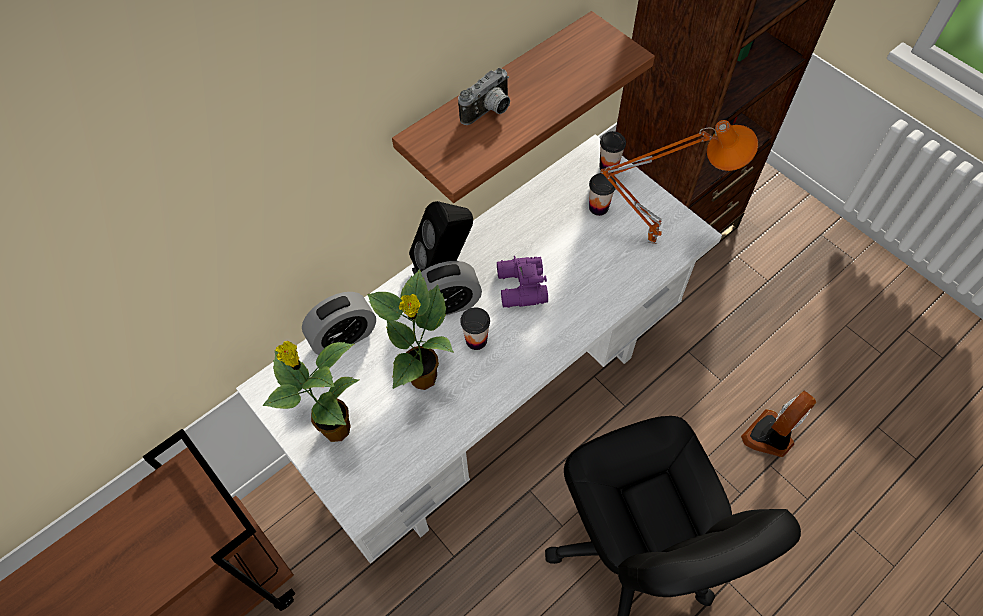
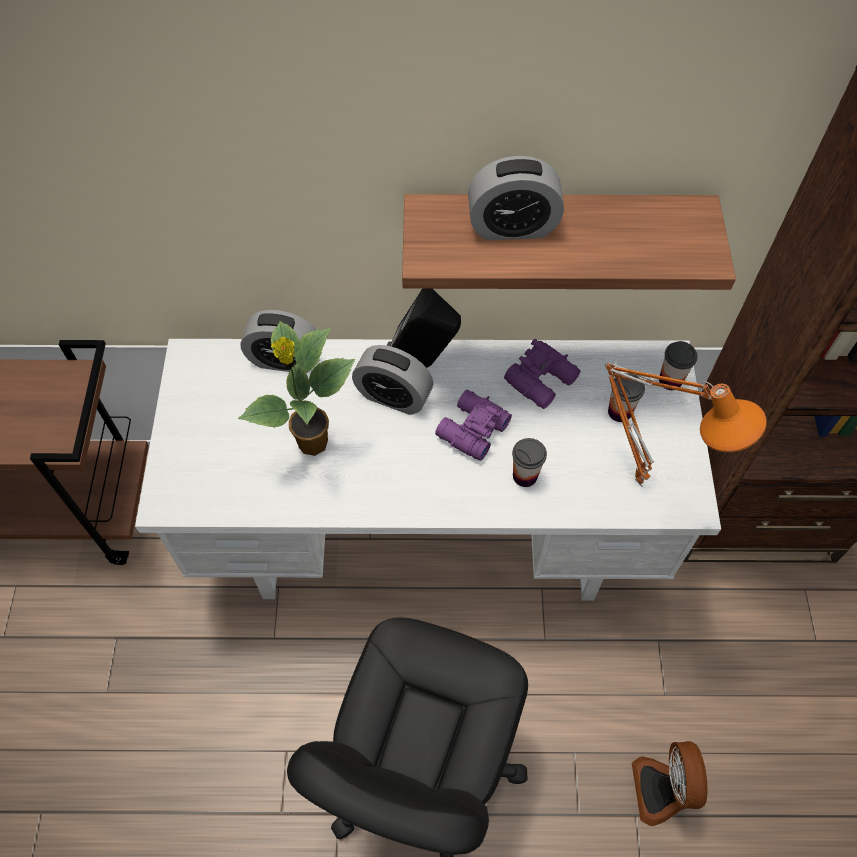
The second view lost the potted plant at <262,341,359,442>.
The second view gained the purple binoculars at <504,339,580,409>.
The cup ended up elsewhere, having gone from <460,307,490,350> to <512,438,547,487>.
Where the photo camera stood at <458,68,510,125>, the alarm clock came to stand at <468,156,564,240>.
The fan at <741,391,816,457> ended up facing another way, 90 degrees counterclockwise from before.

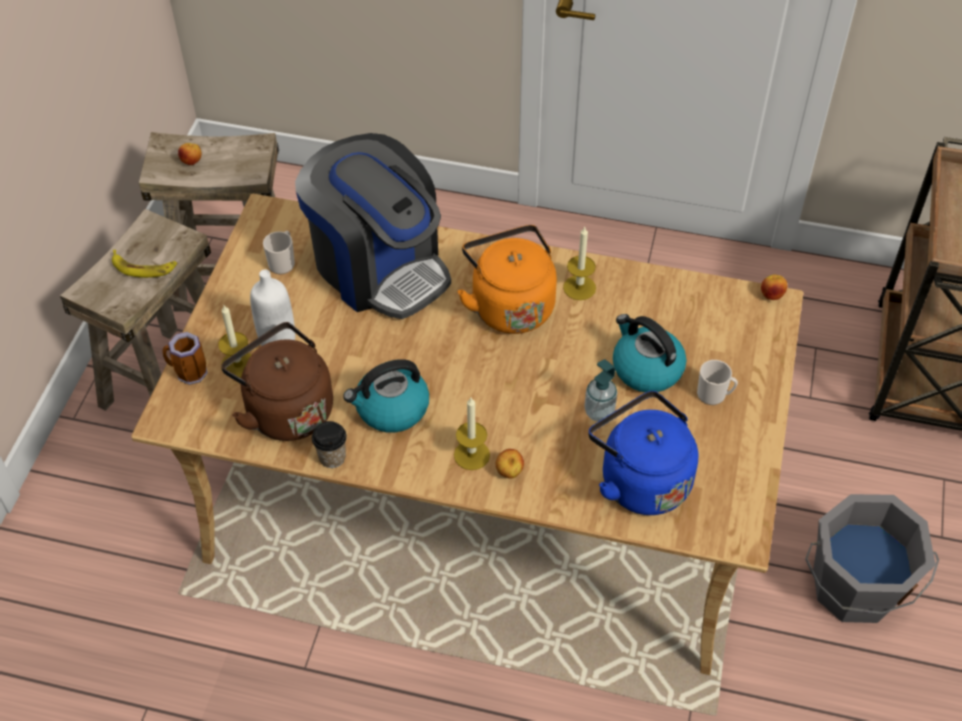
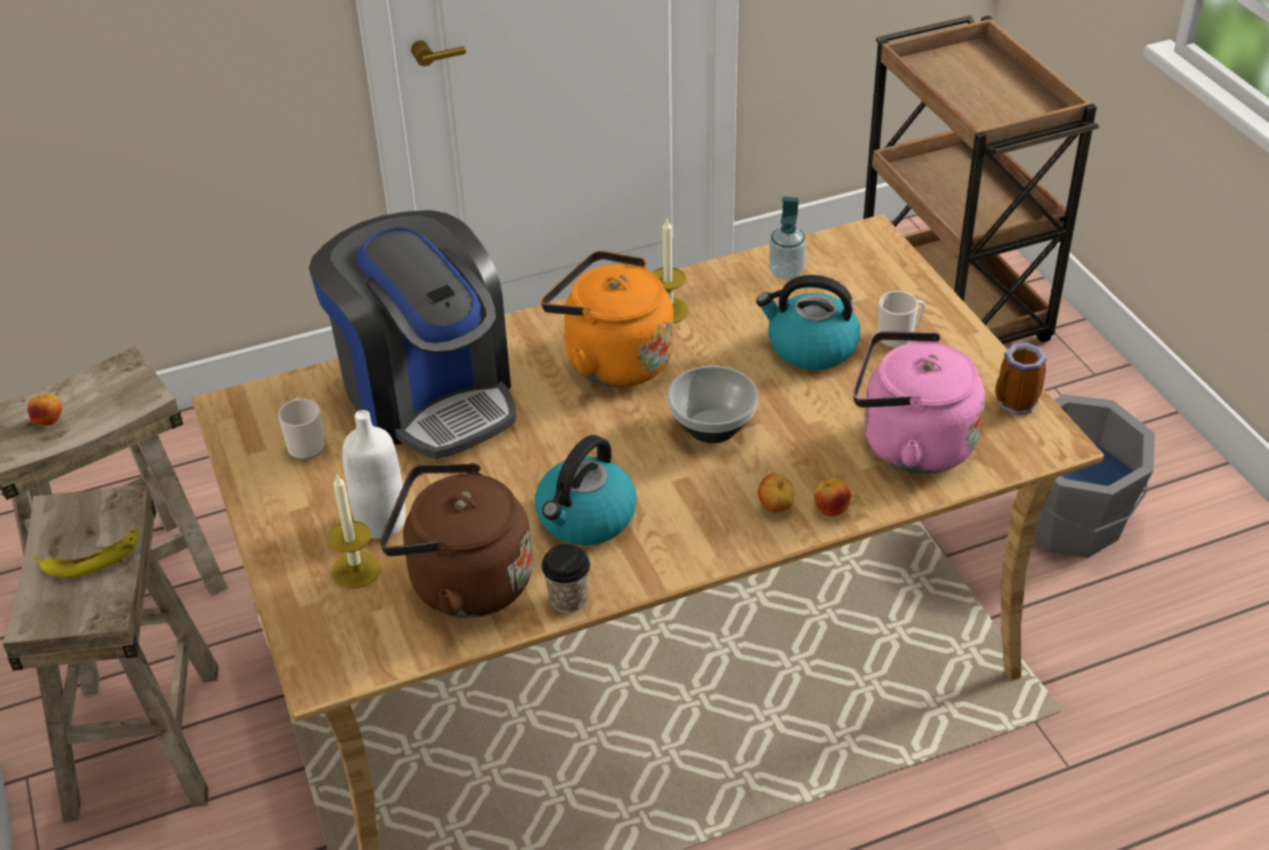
The second view lost the candle at <454,398,490,470>.
The second view gained the bowl at <668,366,758,443>.
The mug ended up elsewhere, having gone from <162,332,208,385> to <995,343,1047,415>.
The soap dispenser ended up elsewhere, having gone from <584,359,617,422> to <769,196,806,280>.
The apple ended up elsewhere, having gone from <761,275,787,300> to <814,478,851,516>.
What was the blue kettle at <588,391,698,515> turned into the pink kettle at <853,331,985,474>.
The coffee machine at <295,133,451,319> ended up facing another way, 45 degrees clockwise from before.

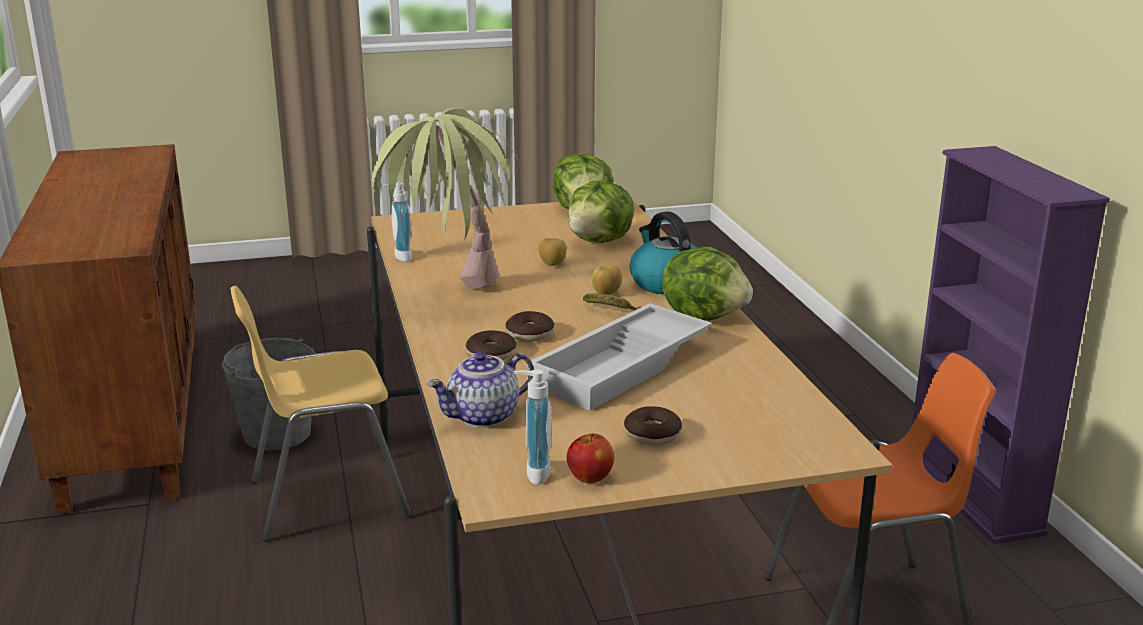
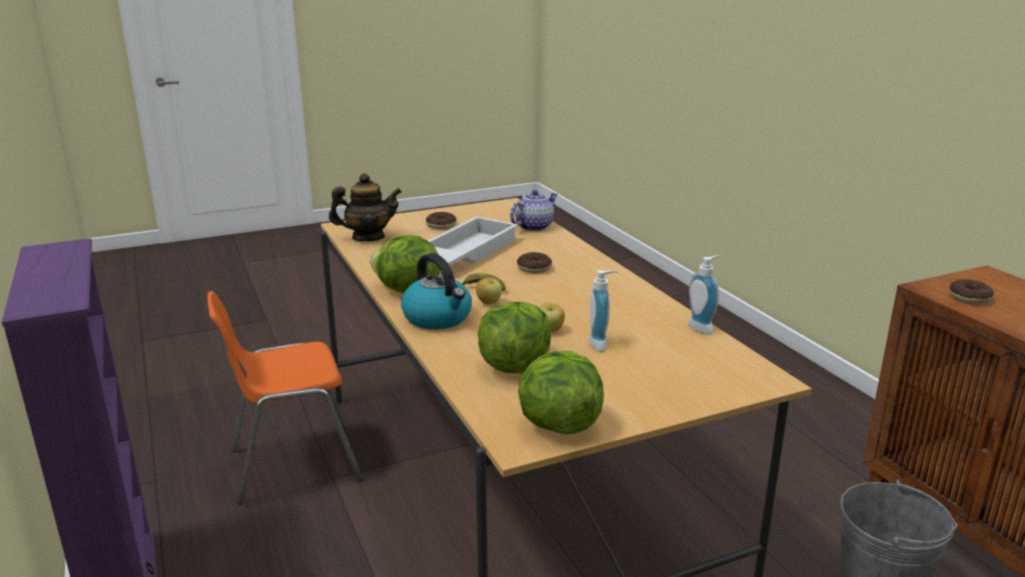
The second view lost the yellow chair at <230,286,412,542>.
The second view lost the potted plant at <372,108,520,288>.
The second view lost the apple at <567,433,614,483>.
The second view gained the teapot at <329,173,402,242>.
The donut ended up elsewhere, having gone from <466,330,516,360> to <949,279,994,304>.
The soap dispenser ended up elsewhere, having gone from <513,369,551,485> to <589,270,618,352>.

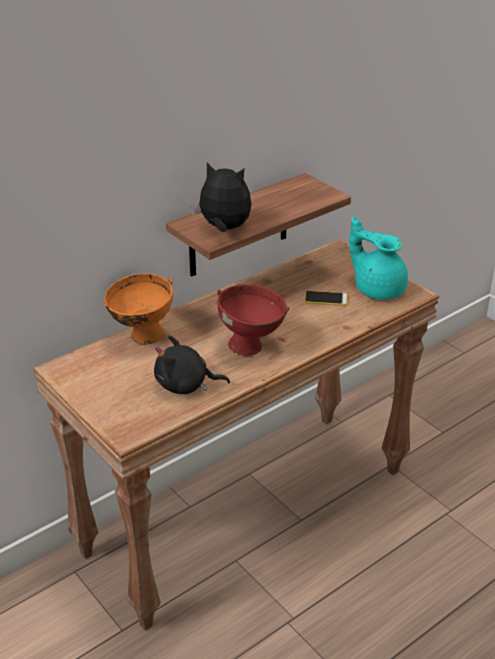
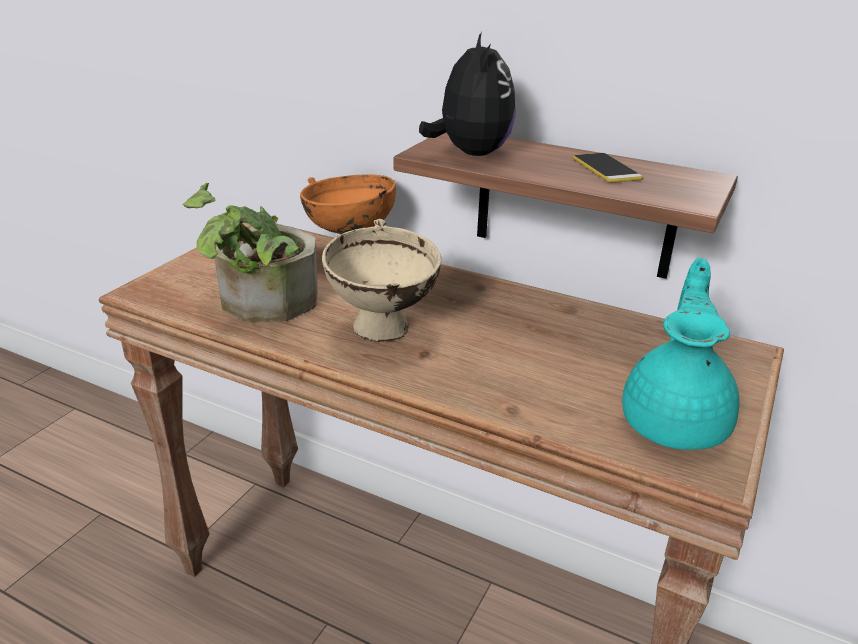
The phone ended up elsewhere, having gone from <304,291,348,306> to <573,153,643,183>.
Where the black plush toy stood at <154,335,230,394>, the potted plant came to stand at <183,183,317,323>.
What was the red bowl at <217,284,290,356> turned into the beige bowl at <322,219,441,342>.

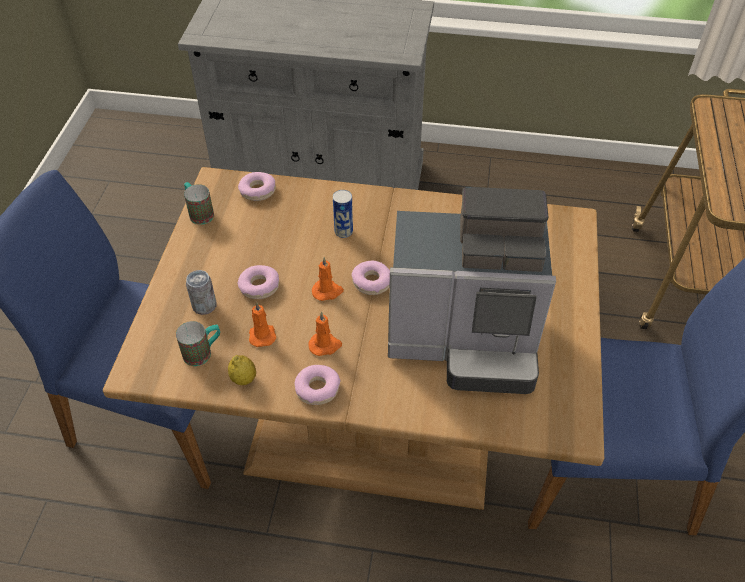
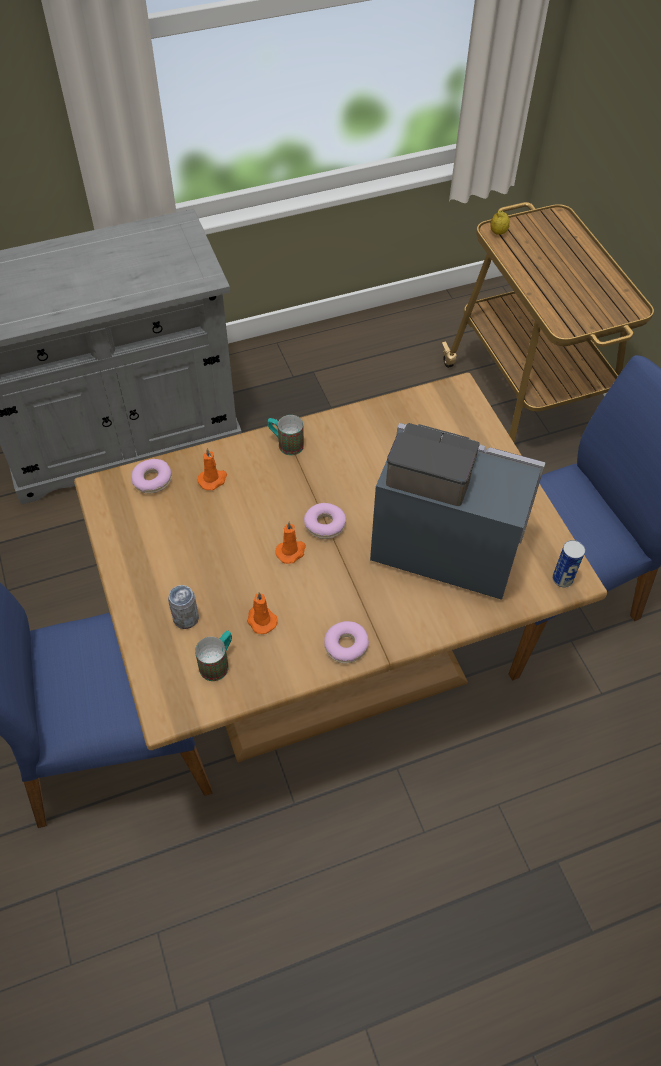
The second view lost the donut at <237,265,279,299>.
The mug ended up elsewhere, having gone from <184,182,214,225> to <268,415,304,455>.
The lemon ended up elsewhere, having gone from <228,355,256,385> to <490,210,510,235>.
The orange candle ended up elsewhere, having gone from <308,311,342,356> to <198,448,227,490>.
The can ended up elsewhere, having gone from <333,190,353,238> to <552,540,585,587>.
The coffee machine at <388,187,556,394> ended up facing another way, 135 degrees counterclockwise from before.

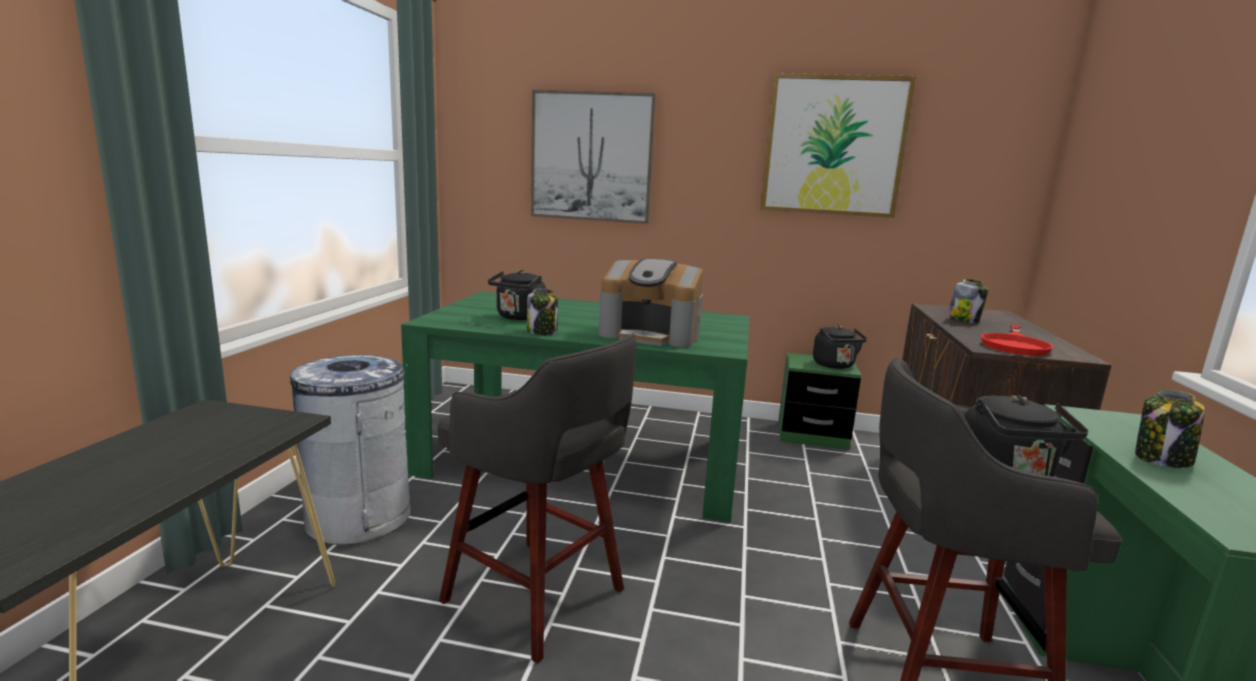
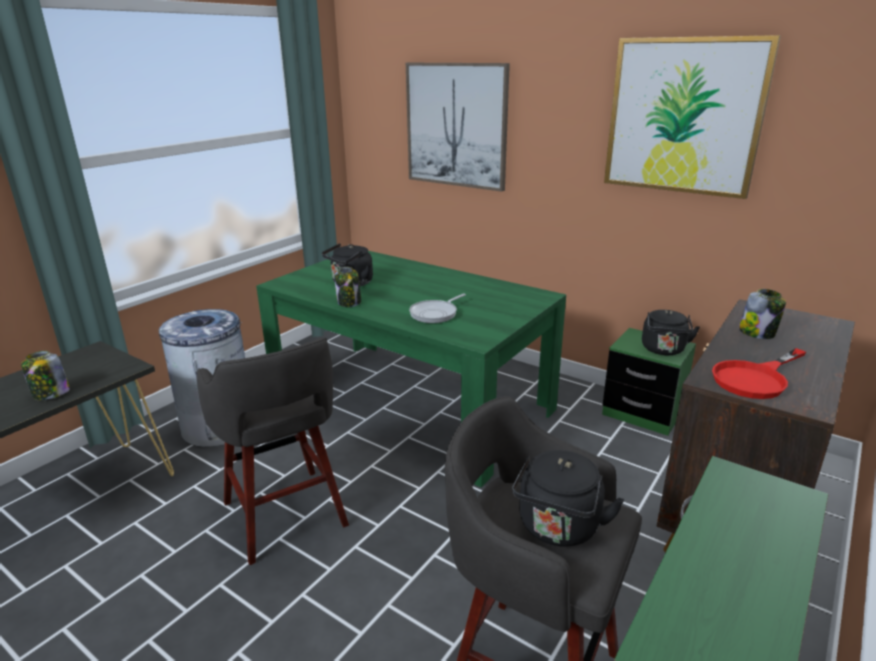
The jar ended up elsewhere, having gone from <1135,390,1205,468> to <21,351,70,400>.
Where the coffee machine stood at <598,259,703,347>, the frying pan came to stand at <409,294,466,323>.

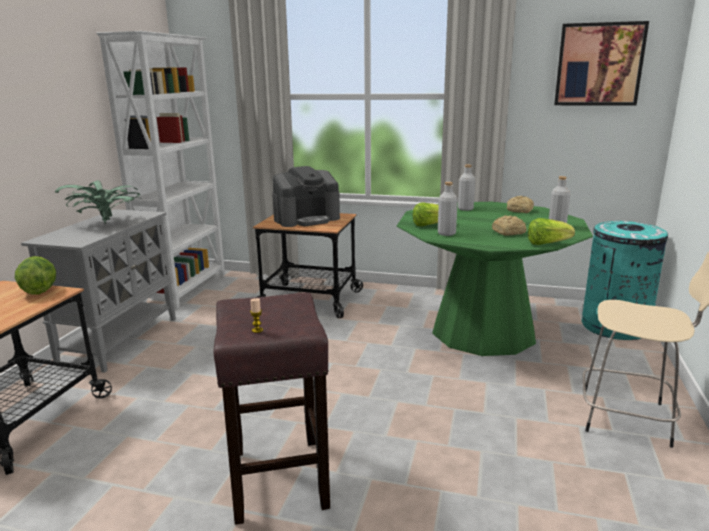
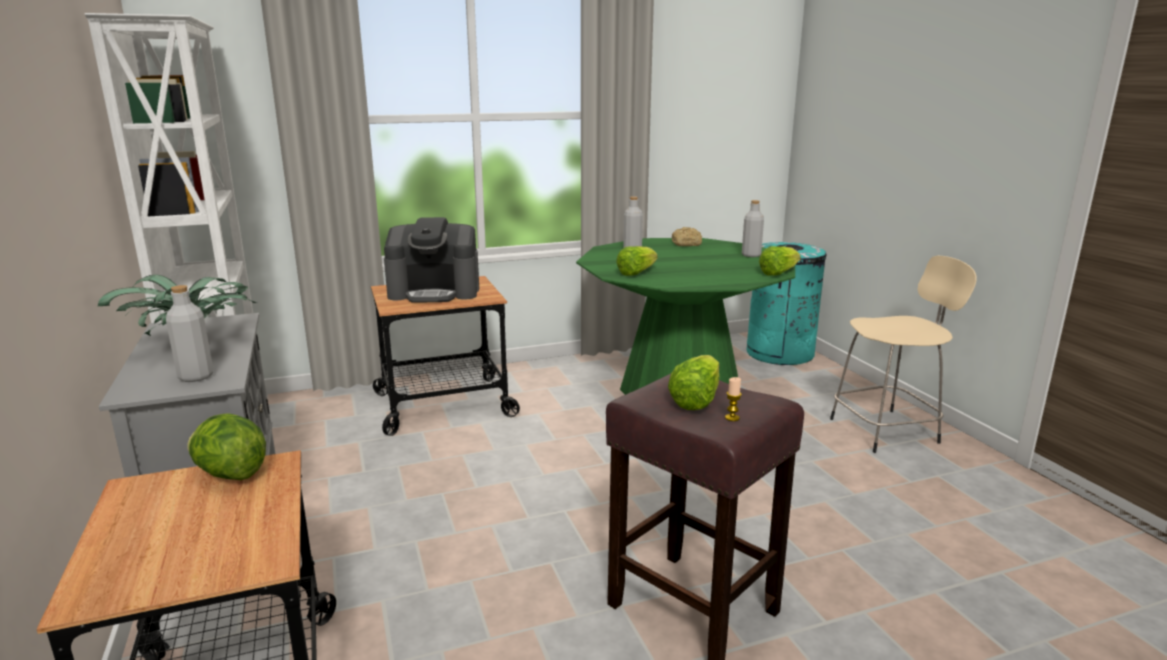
The second view lost the bread at <492,215,527,236>.
The second view lost the picture at <554,21,649,106>.
The second view gained the lettuce at <668,355,720,410>.
The grey bottle ended up elsewhere, having gone from <438,182,458,236> to <166,285,214,382>.
The coffee machine at <272,166,340,227> ended up facing another way, 60 degrees clockwise from before.

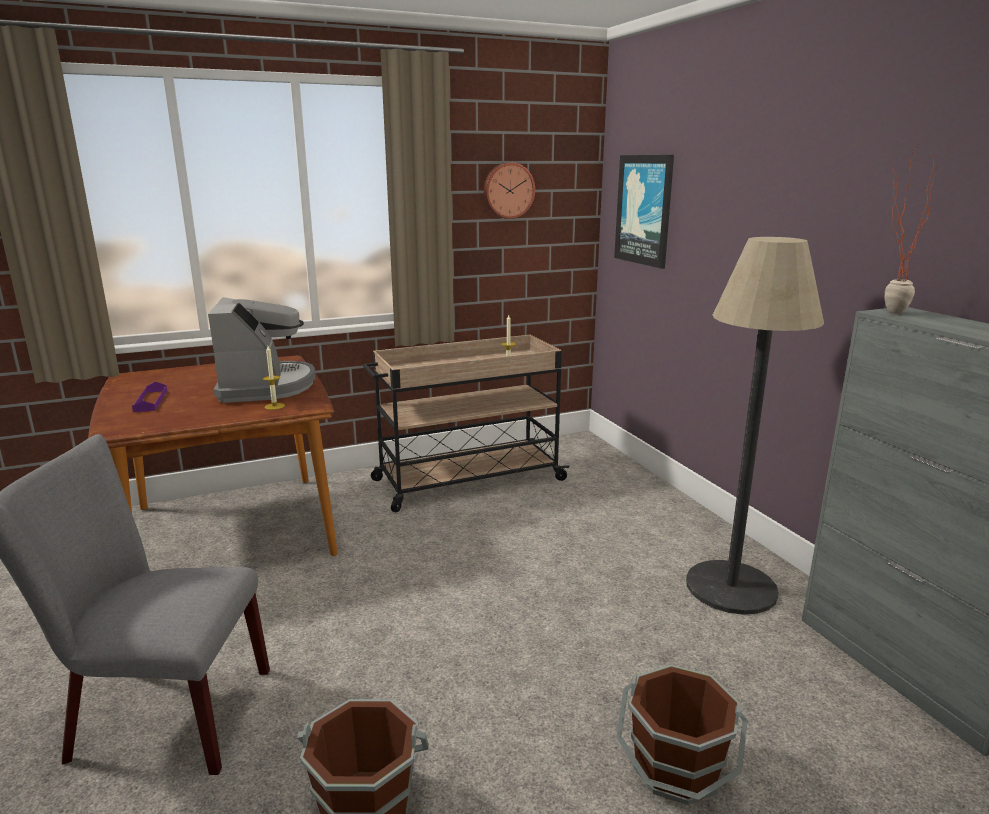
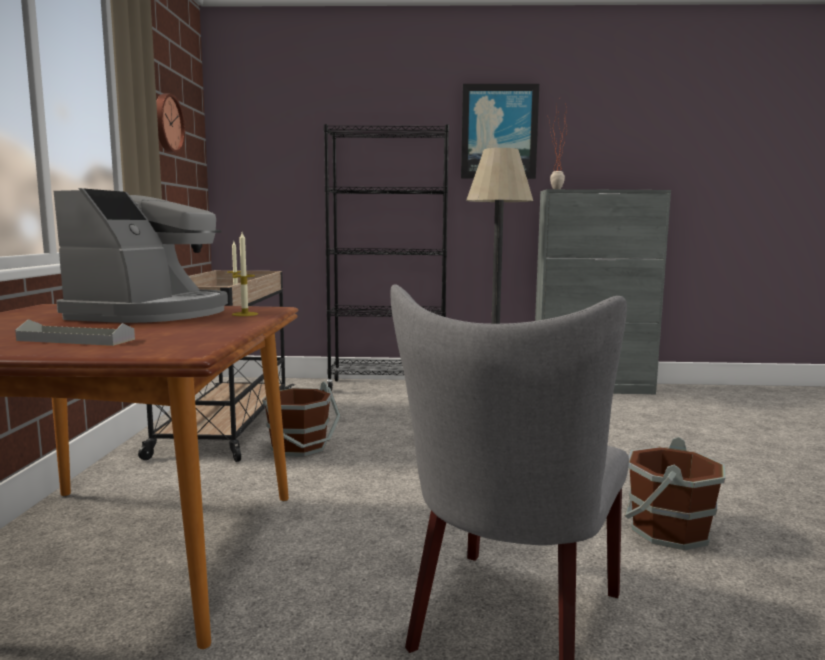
The second view gained the black bookcase at <324,124,449,391>.
The picture ended up elsewhere, having gone from <614,155,674,269> to <461,84,539,179>.
The brown bucket ended up elsewhere, having gone from <616,665,748,805> to <262,381,341,457>.
What was the purple tray at <132,381,167,412> turned into the grey tray at <15,319,135,346>.
The coffee machine at <208,297,315,403> ended up facing another way, 90 degrees clockwise from before.

